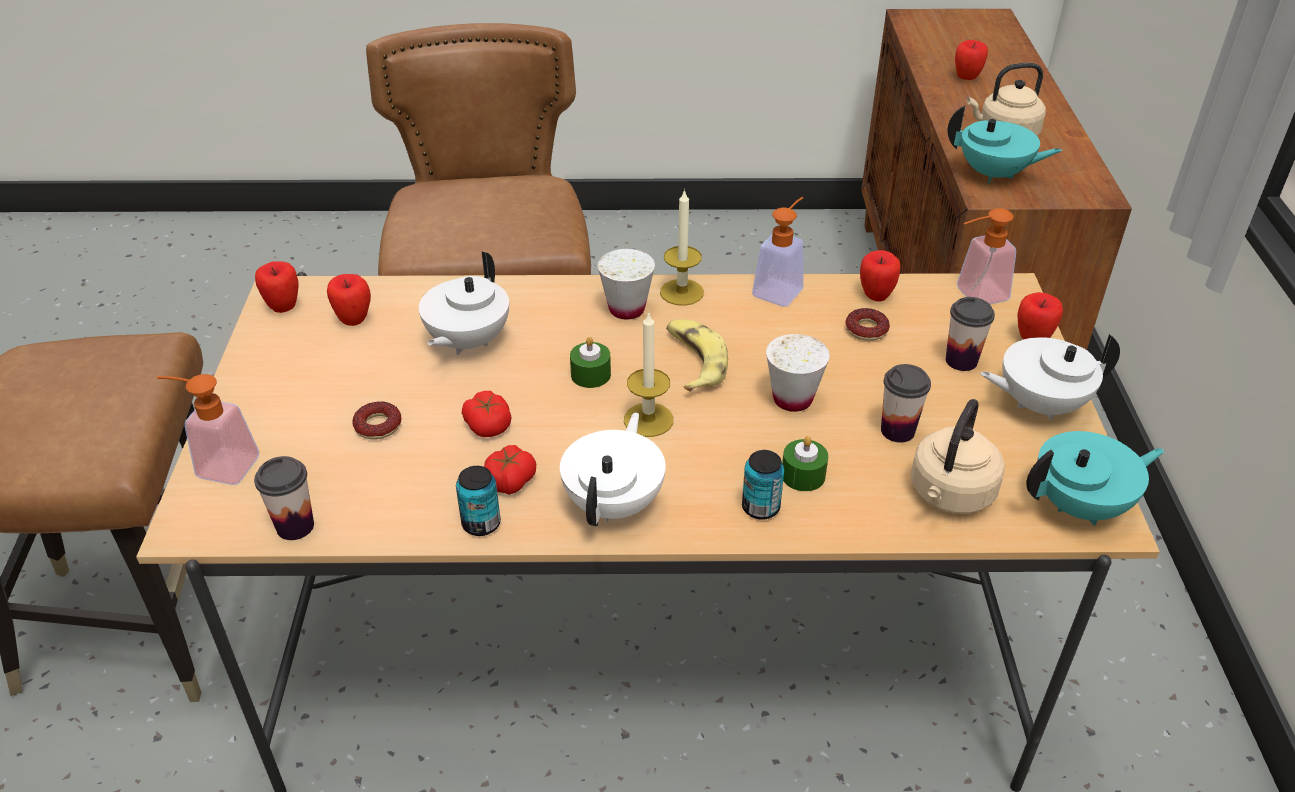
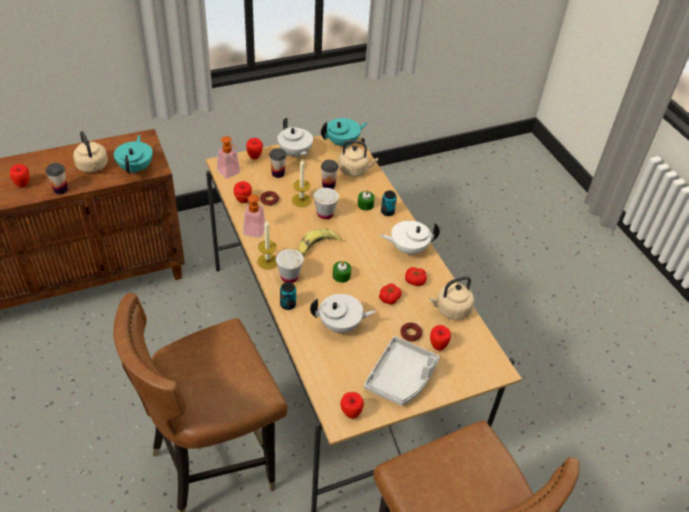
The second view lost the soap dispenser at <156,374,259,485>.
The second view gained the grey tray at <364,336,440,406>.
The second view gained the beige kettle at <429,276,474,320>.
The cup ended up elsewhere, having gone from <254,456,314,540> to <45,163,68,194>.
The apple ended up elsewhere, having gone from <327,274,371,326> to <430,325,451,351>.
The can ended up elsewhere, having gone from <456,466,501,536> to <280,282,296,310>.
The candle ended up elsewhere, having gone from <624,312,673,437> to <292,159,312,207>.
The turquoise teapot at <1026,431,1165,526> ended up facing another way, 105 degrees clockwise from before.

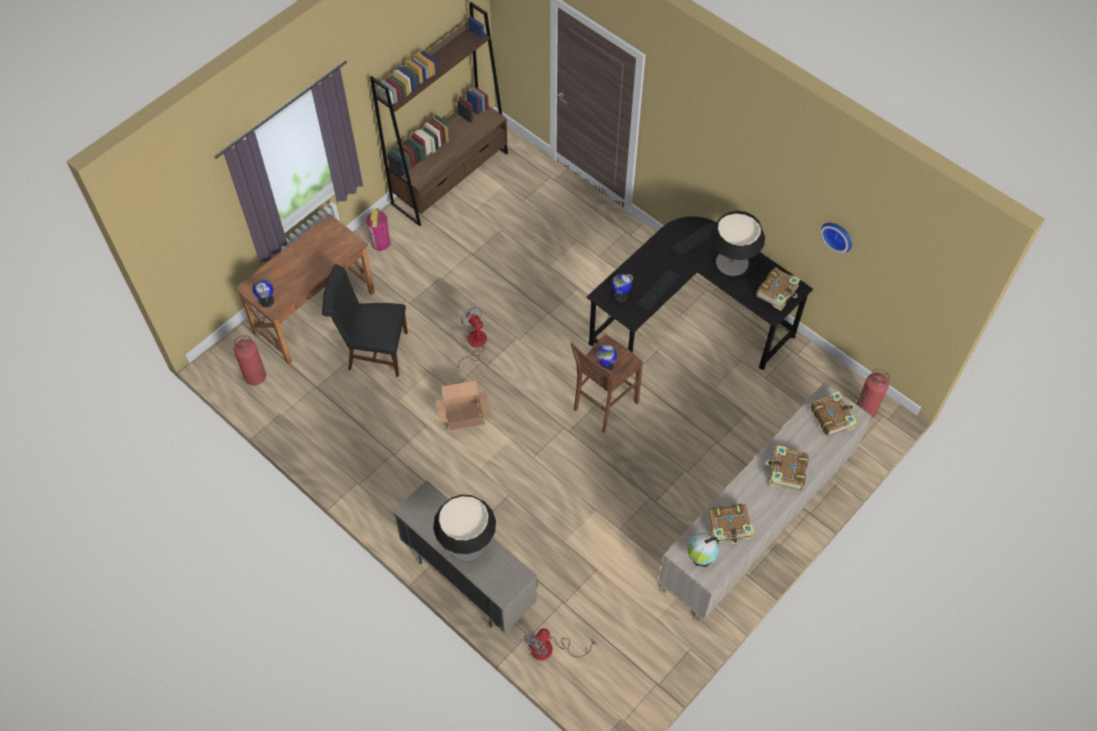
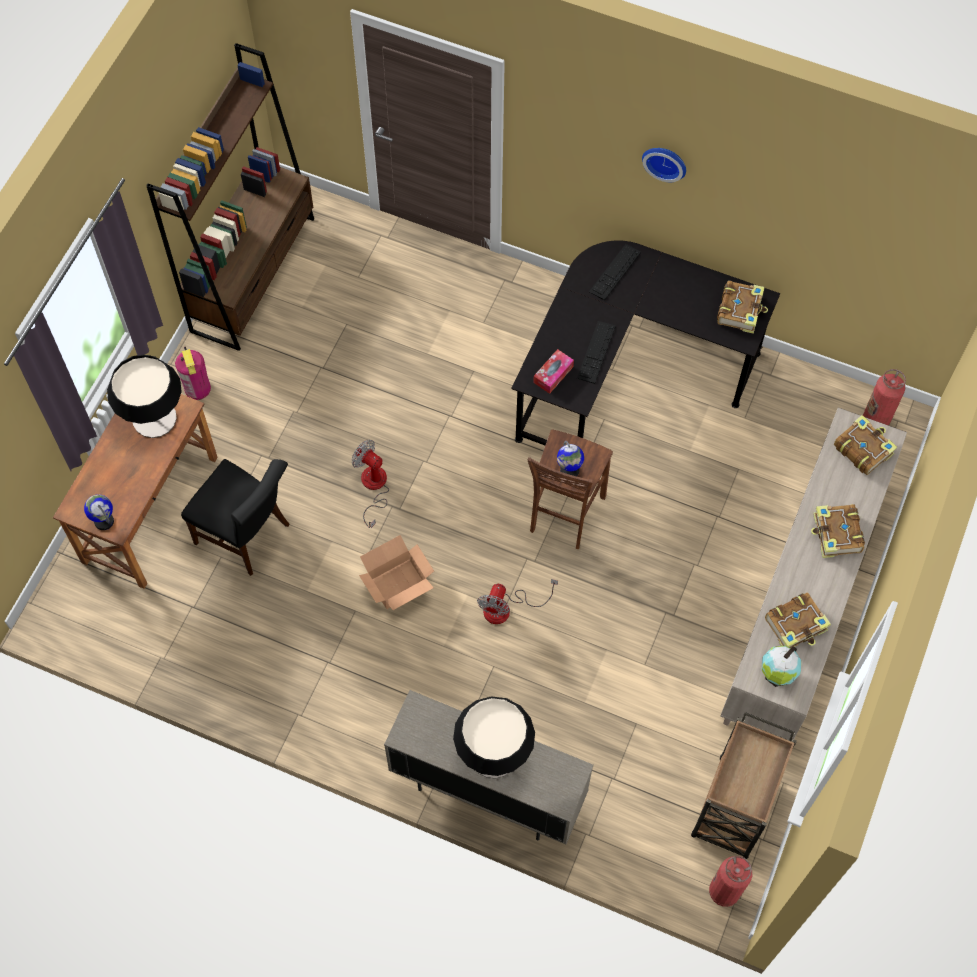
The second view gained the brown cart at <691,712,797,859>.
The fire extinguisher ended up elsewhere, having gone from <234,335,266,386> to <709,856,752,907>.
The fan ended up elsewhere, having gone from <524,628,596,661> to <477,579,558,624>.
The table lamp ended up elsewhere, having gone from <710,211,765,276> to <107,354,182,438>.
The wall clock ended up elsewhere, having gone from <821,223,852,253> to <642,148,686,182>.
Where the globe stood at <611,274,633,302>, the tissue box came to stand at <533,349,574,394>.
The black chair at <322,264,408,377> ended up facing another way, 135 degrees counterclockwise from before.

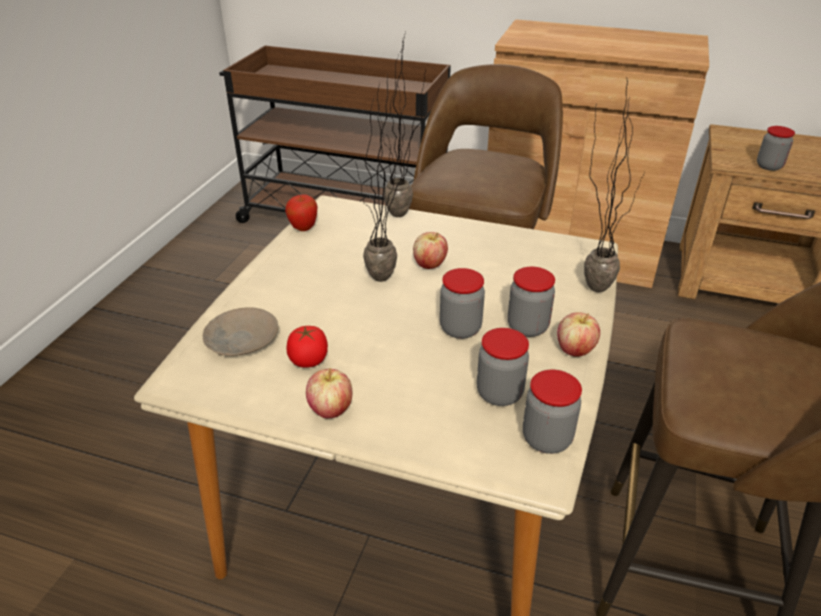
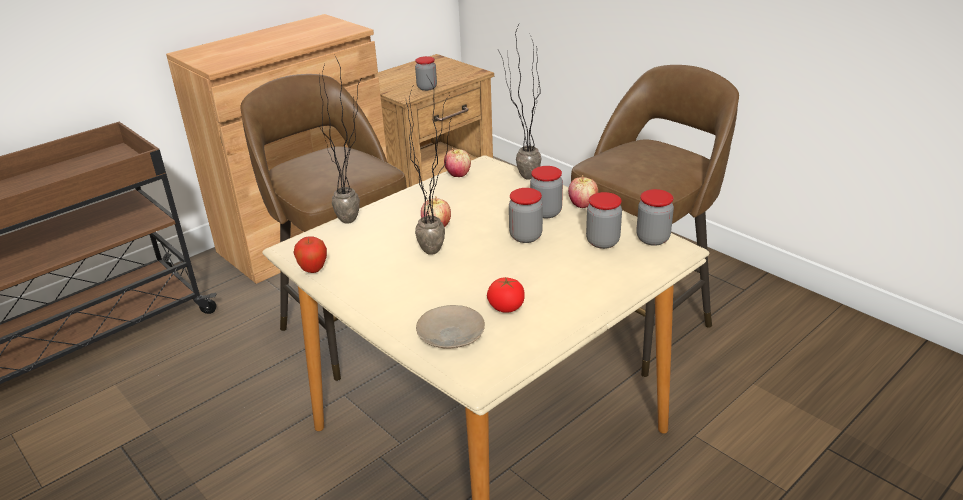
The apple ended up elsewhere, having gone from <306,368,352,418> to <444,148,471,177>.

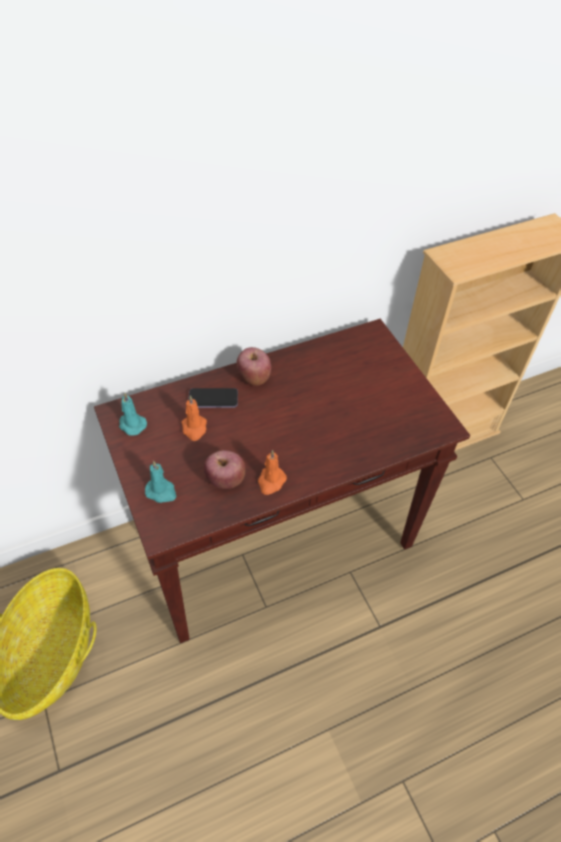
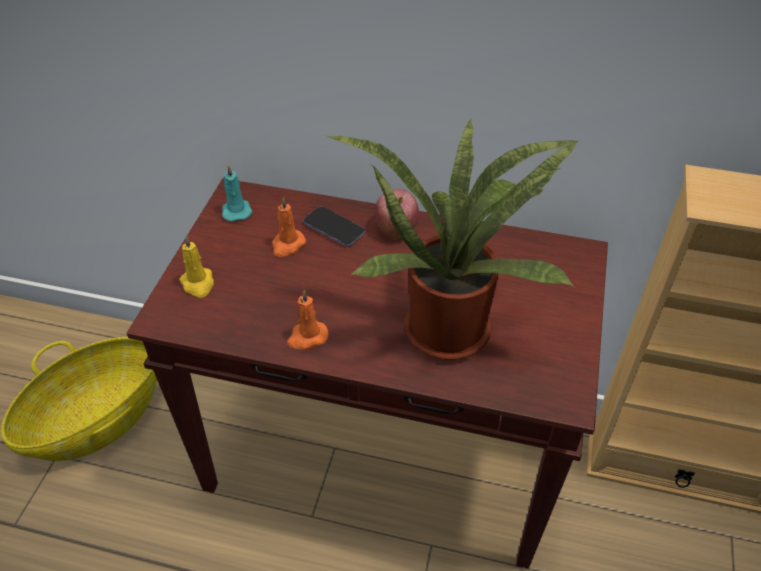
The second view lost the apple at <204,450,245,489>.
The second view gained the potted plant at <326,118,580,360>.
What was the turquoise candle at <145,461,176,503> turned into the yellow candle at <179,236,214,298>.

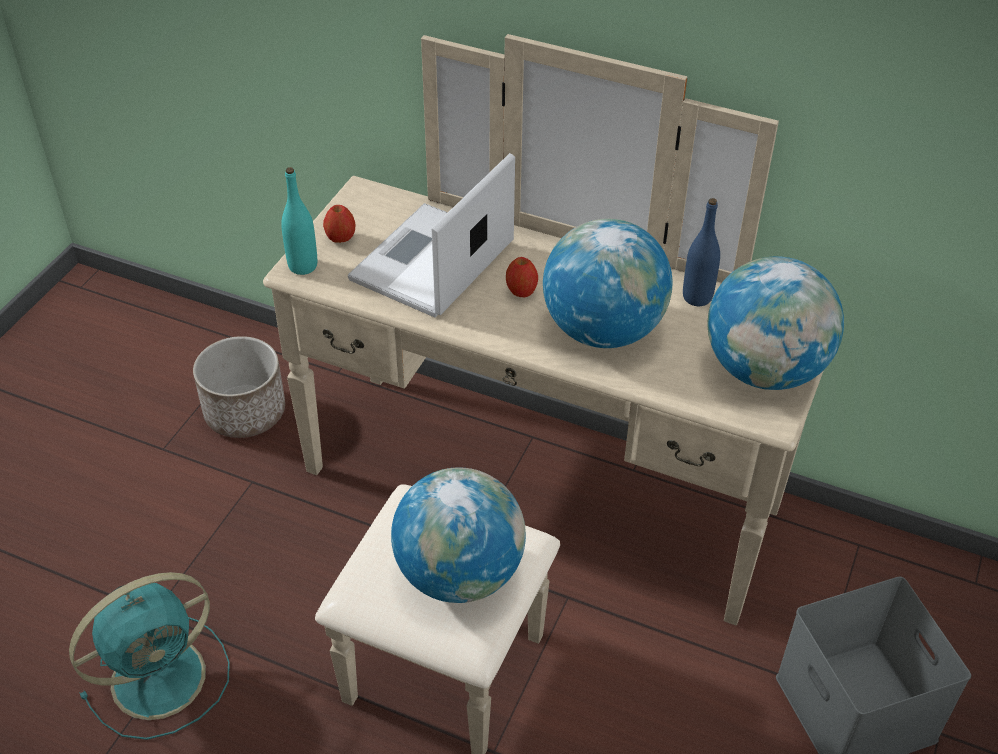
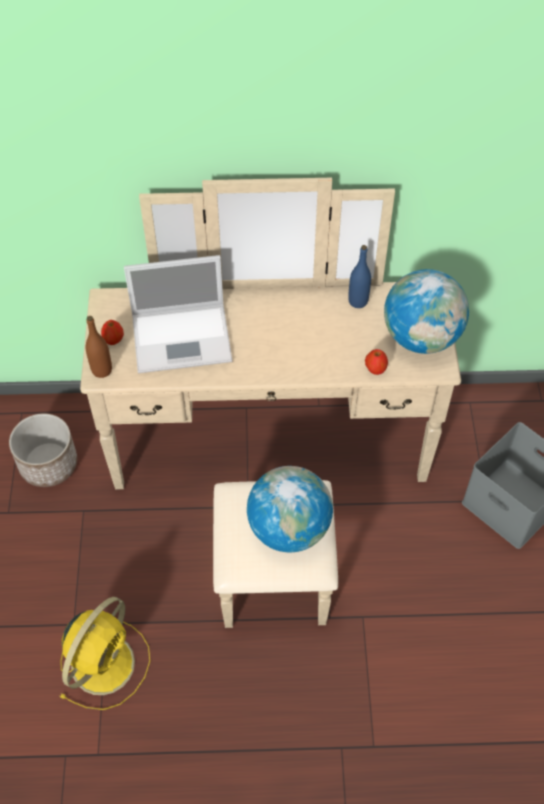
The second view lost the globe at <543,219,673,348>.
The apple ended up elsewhere, having gone from <506,257,538,297> to <365,349,388,375>.
What was the turquoise fan at <69,572,230,740> turned into the yellow fan at <60,597,150,710>.
What was the turquoise bottle at <281,167,317,275> turned into the brown bottle at <86,316,112,378>.
The laptop at <348,153,515,318> ended up facing another way, 105 degrees counterclockwise from before.

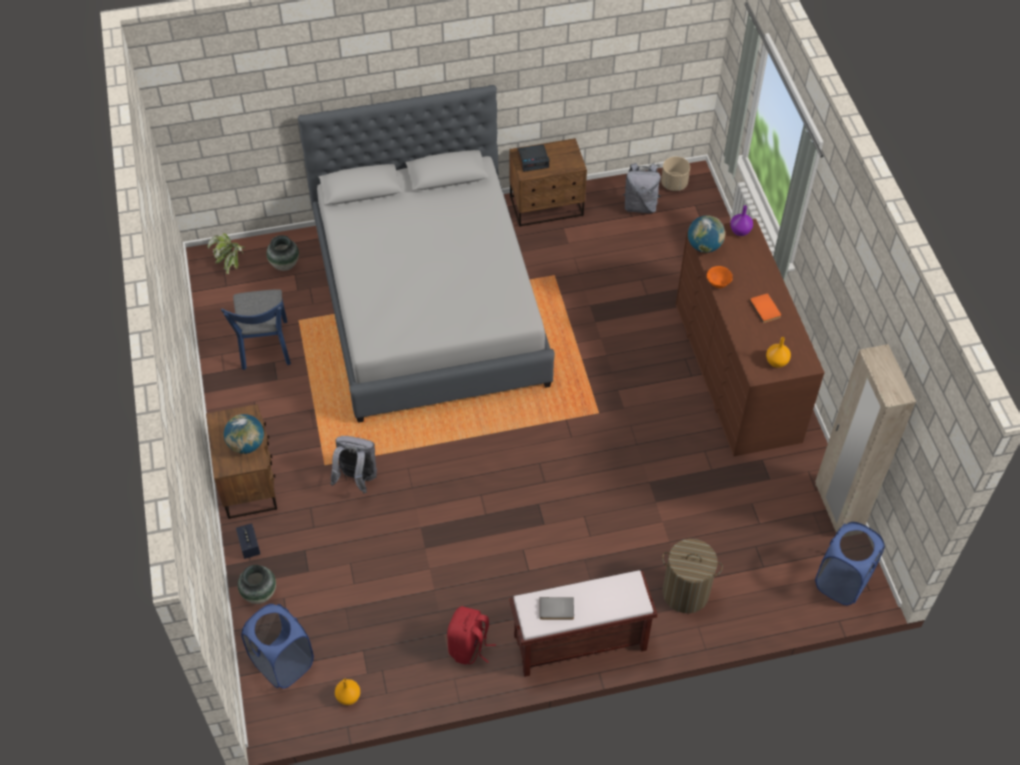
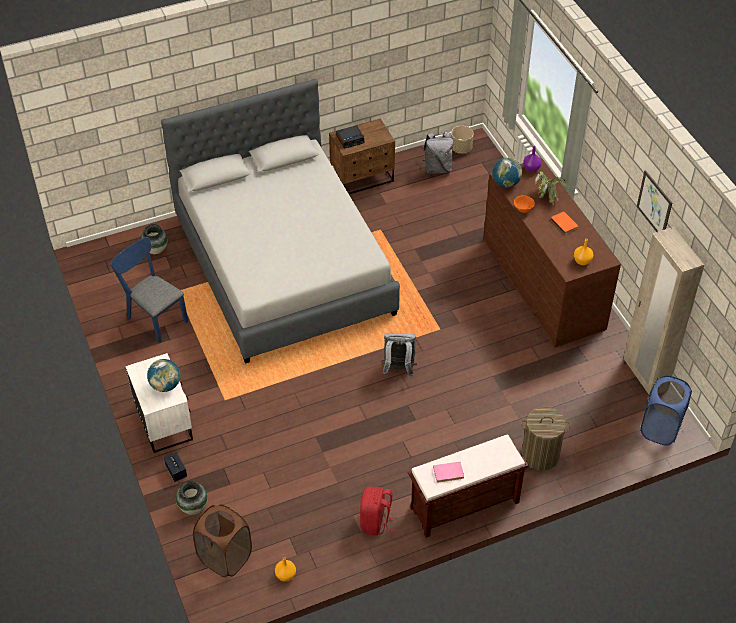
The second view gained the picture at <637,170,672,232>.
The potted plant ended up elsewhere, having gone from <208,233,245,274> to <535,171,567,205>.
The grey backpack ended up elsewhere, having gone from <330,436,377,493> to <381,333,417,377>.
What was the brown nightstand at <206,404,277,519> turned into the white nightstand at <126,353,193,453>.
What was the blue laundry basket at <241,604,314,689> turned into the brown laundry basket at <193,504,252,577>.
What was the grey book at <539,597,574,620> turned into the pink book at <433,462,464,482>.
The blue chair at <221,289,291,370> ended up facing another way, 150 degrees clockwise from before.

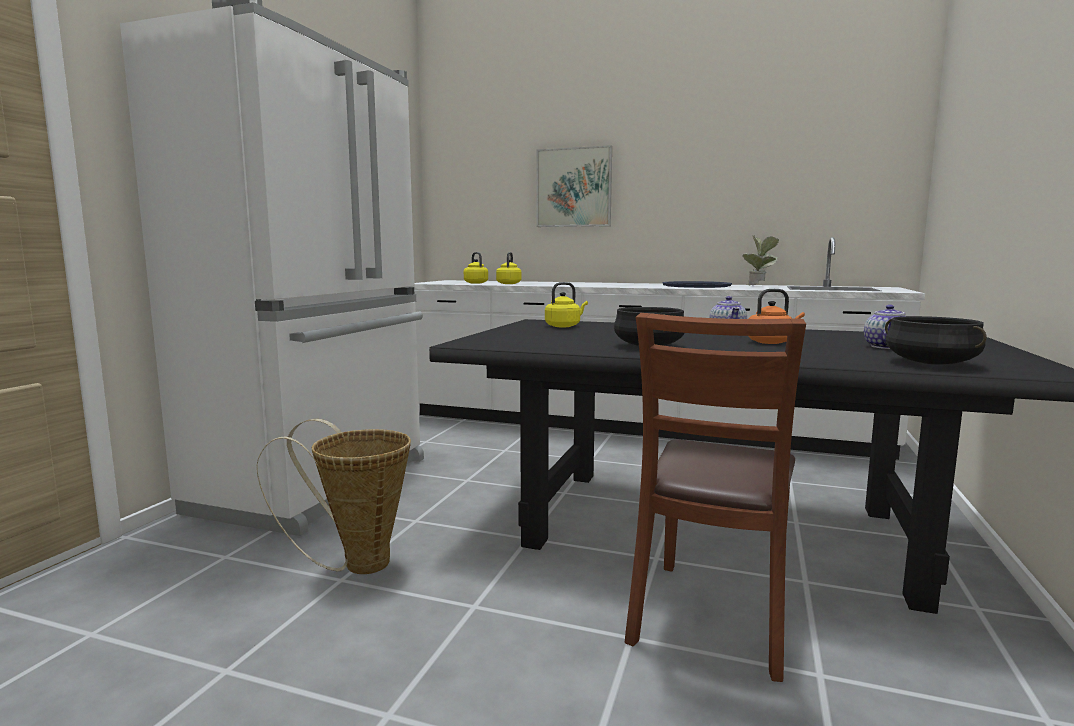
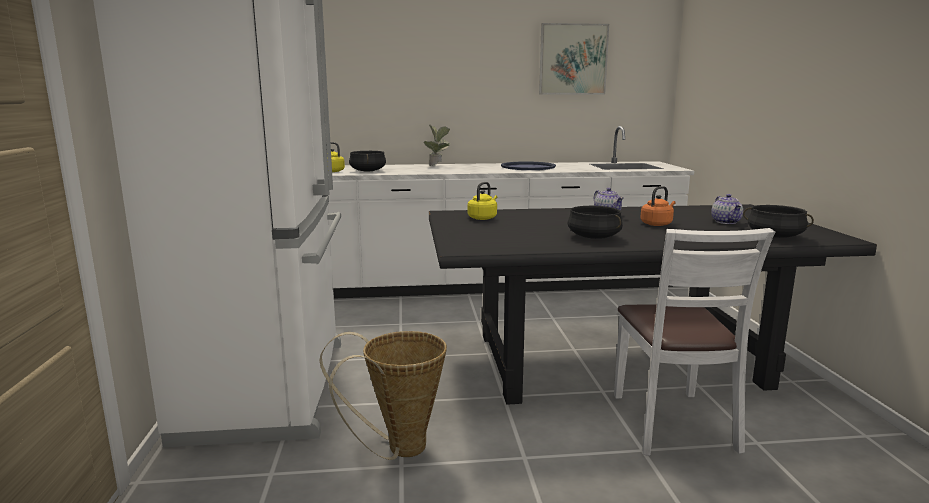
The picture ended up elsewhere, having gone from <537,145,612,227> to <539,23,609,94>.
The potted plant ended up elsewhere, having gone from <742,235,779,285> to <423,125,450,166>.
Where the yellow kettle stood at <496,252,521,284>, the black cooking pot came to stand at <349,151,386,172>.
What was the brown chair at <625,313,806,682> turned into the white chair at <614,228,775,456>.

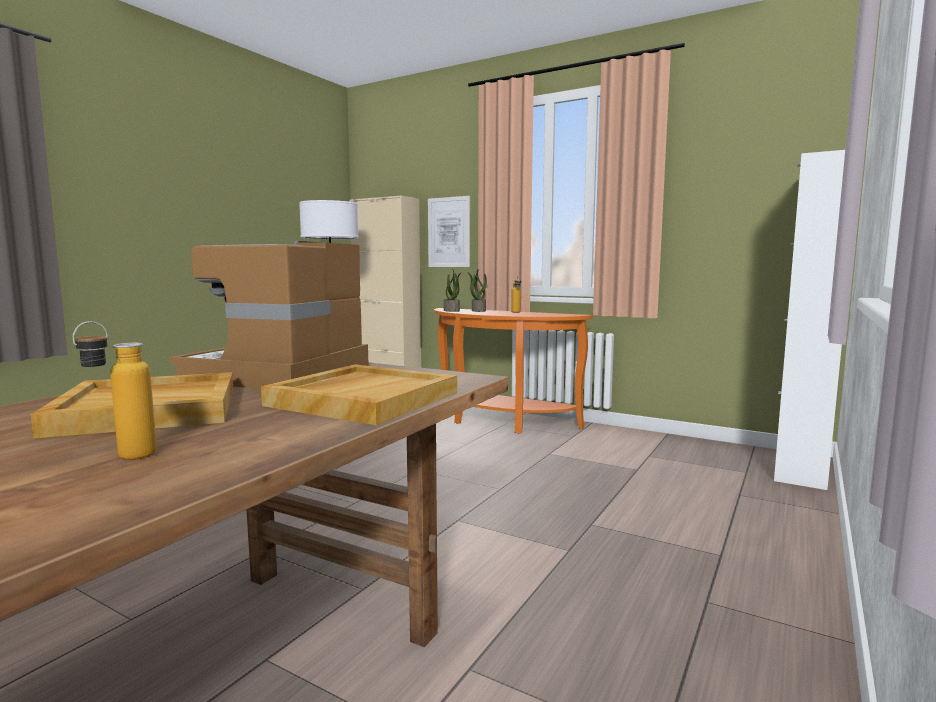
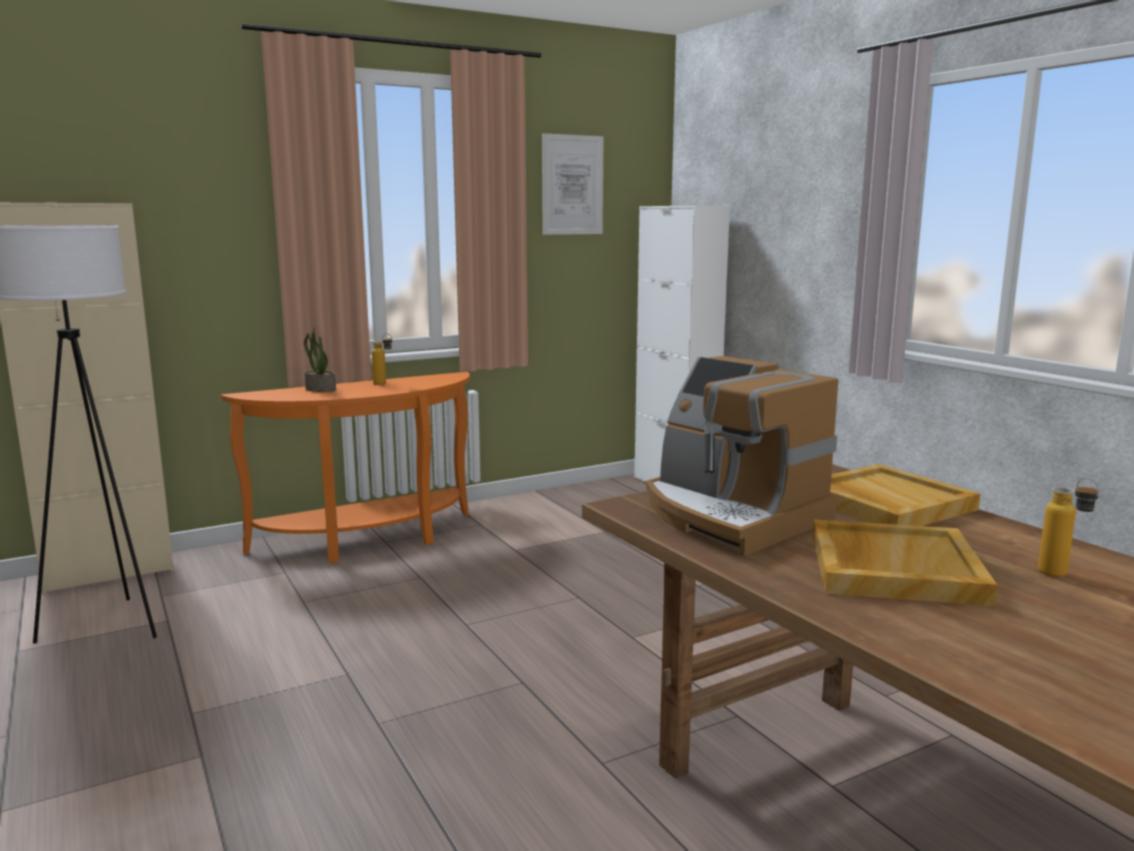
The second view lost the potted plant at <444,269,462,312>.
The picture ended up elsewhere, having gone from <428,196,470,267> to <542,133,604,235>.

